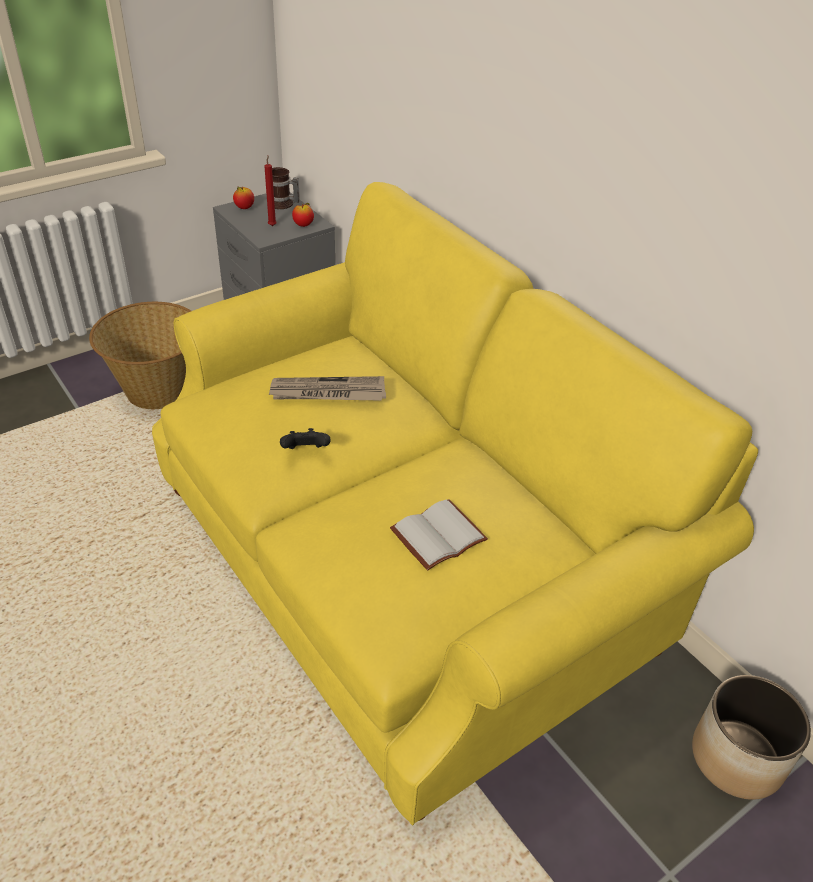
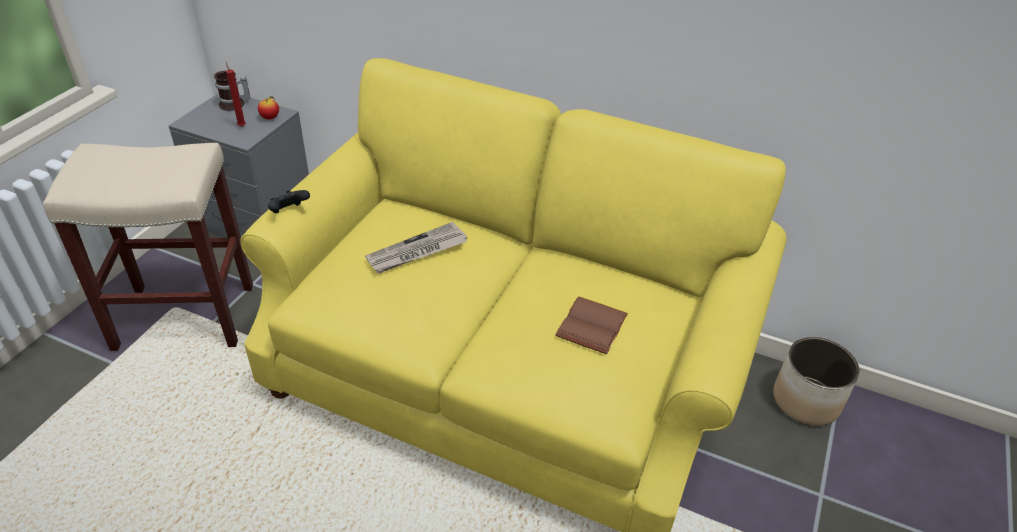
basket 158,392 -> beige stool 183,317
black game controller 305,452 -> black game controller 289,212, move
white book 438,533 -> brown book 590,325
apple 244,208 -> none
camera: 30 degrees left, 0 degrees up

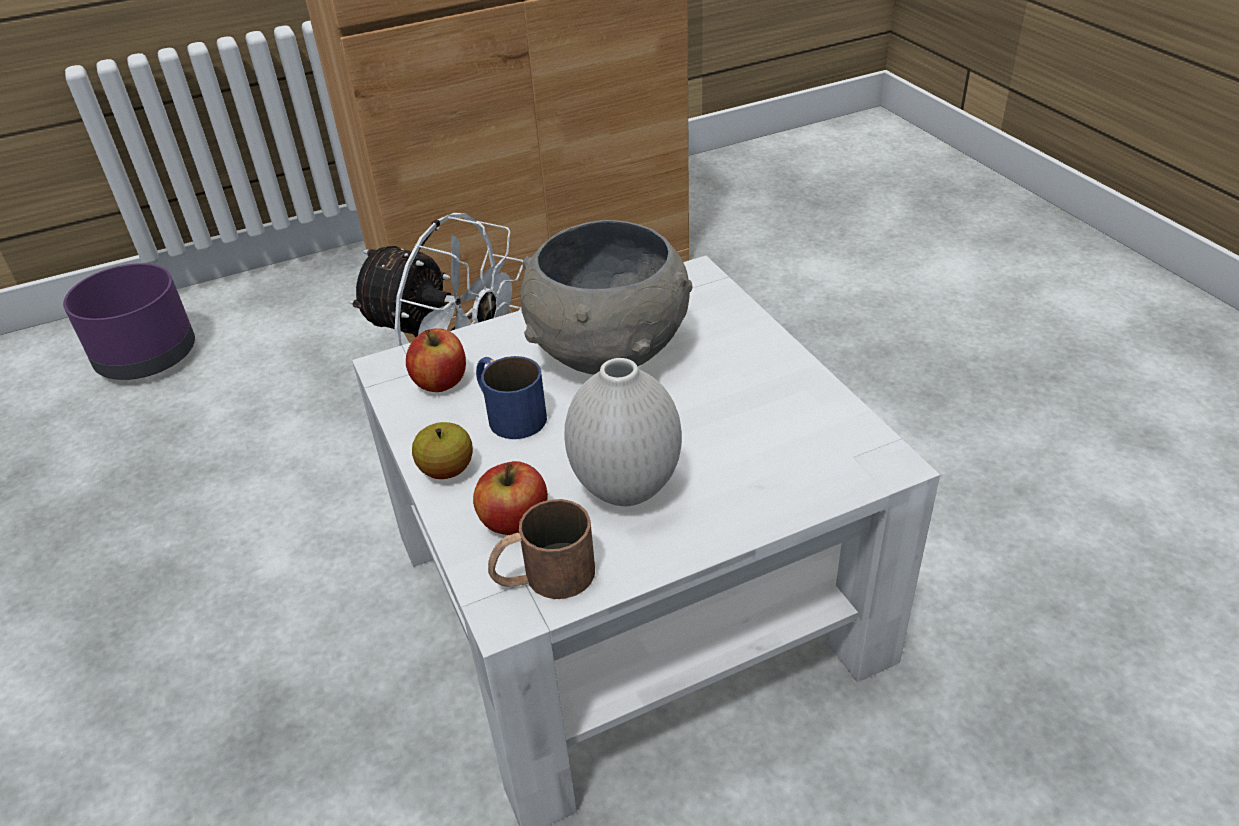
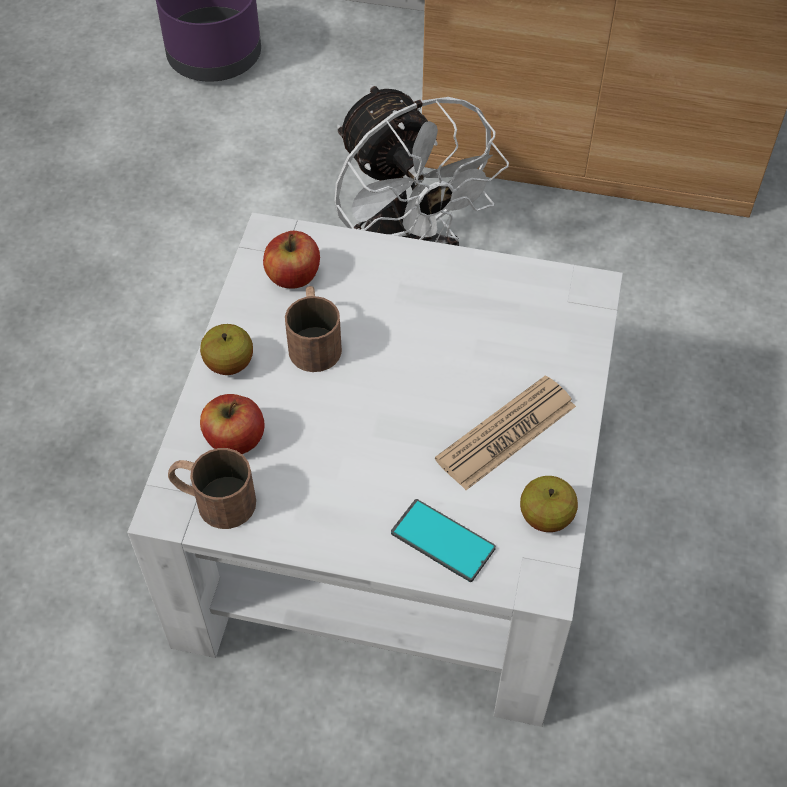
blue mug 508,413 -> brown mug 314,339
none -> phone 442,541
none -> newspaper 506,433
none -> apple 546,517
grey bowl 608,349 -> none
white vase 628,489 -> none
camera: 35 degrees right, 15 degrees up

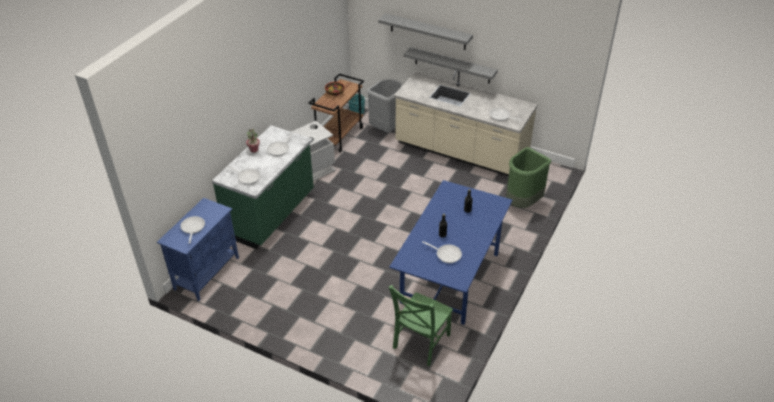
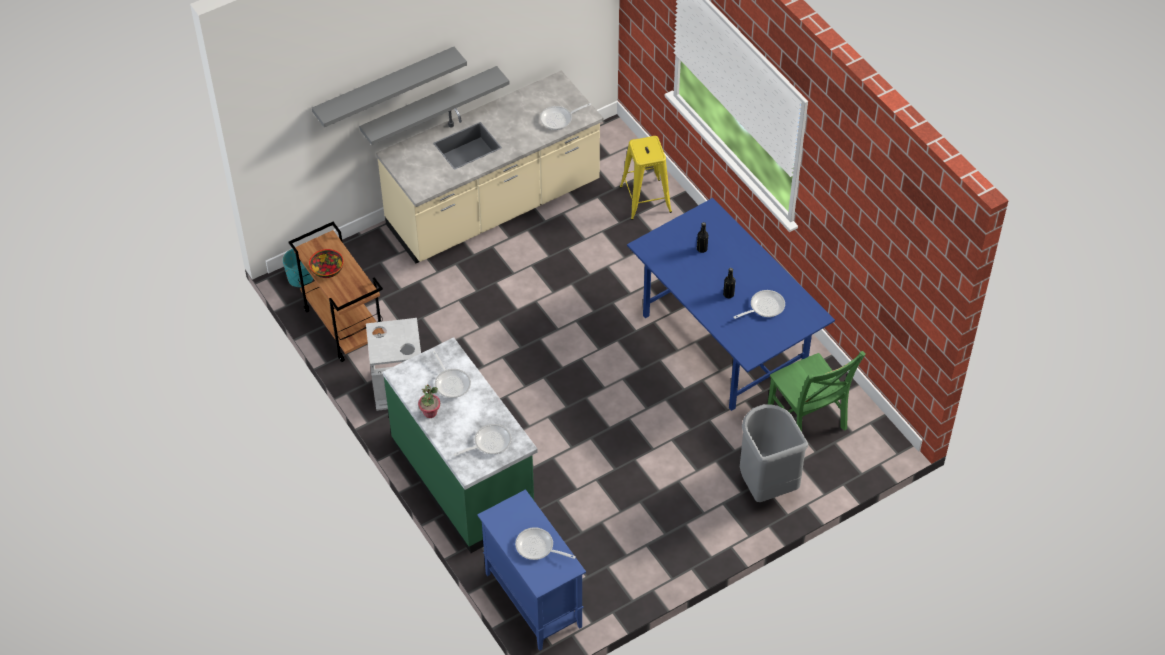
green trash can 522,203 -> yellow stool 645,199
grey trash can 386,128 -> grey trash can 766,485, move
camera: 60 degrees left, 10 degrees up

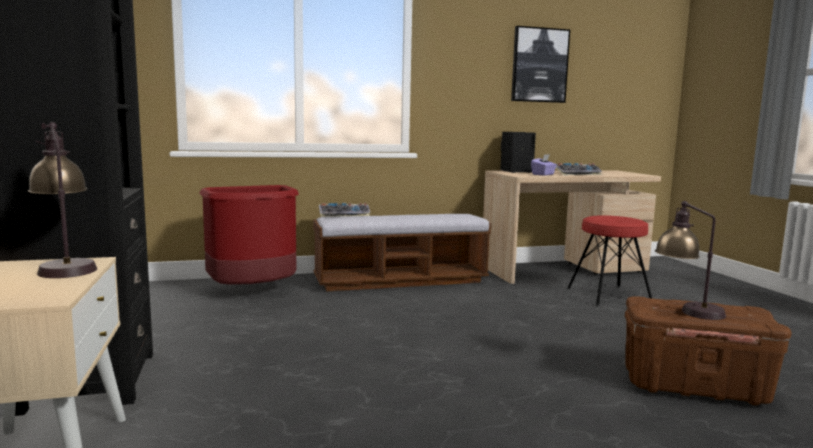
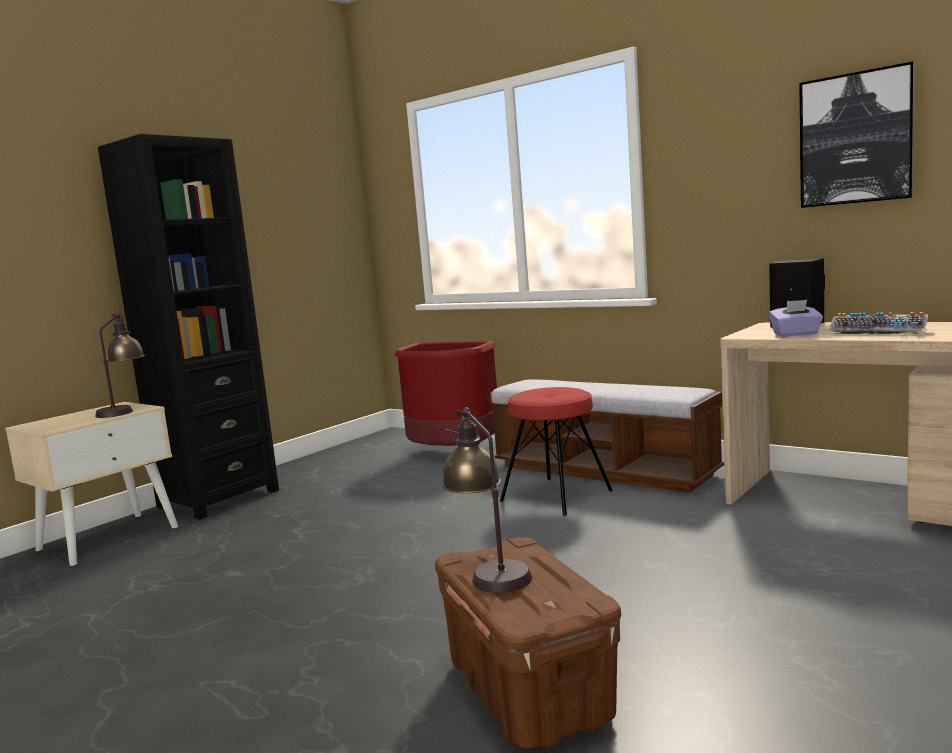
red stool 608,295 -> red stool 556,496, move
keyboard 344,214 -> none
camera: 55 degrees right, 0 degrees up

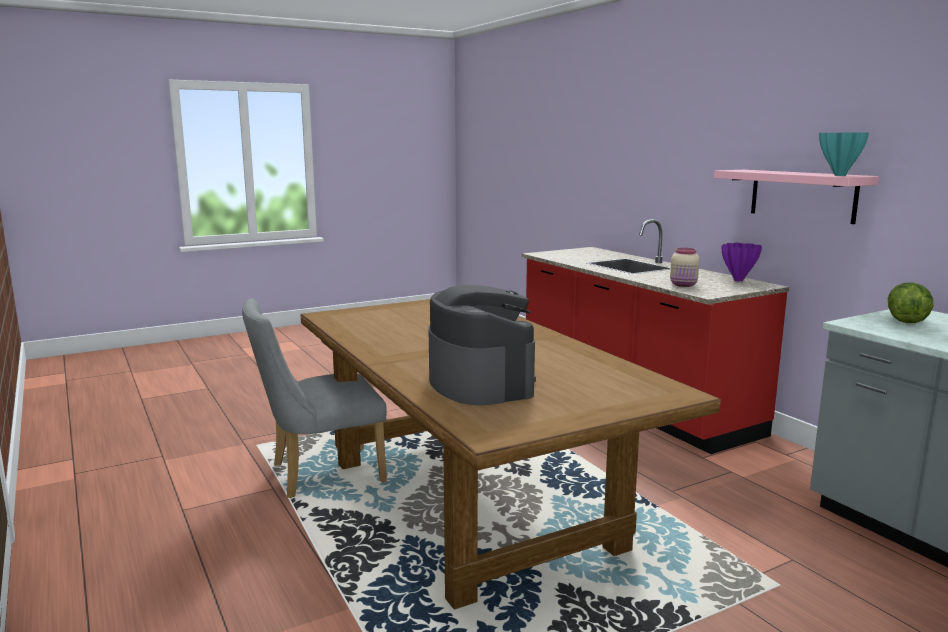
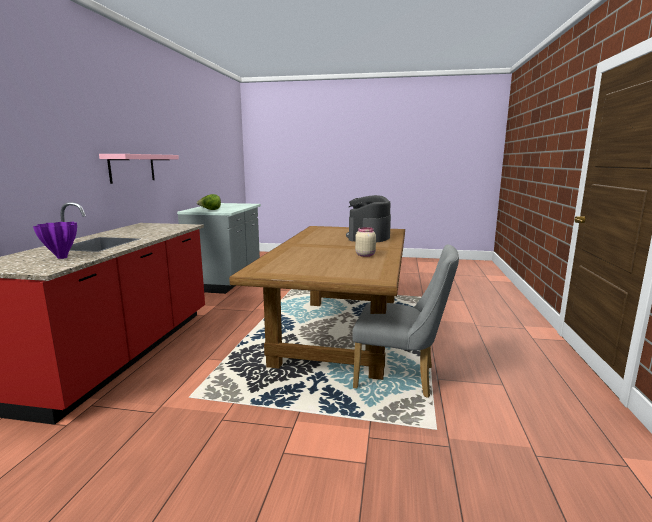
purple vase 739,280 -> purple vase 62,257, move
beige jar 684,285 -> beige jar 365,255, move
turquoise vase 839,175 -> none
camera: 140 degrees left, 0 degrees up

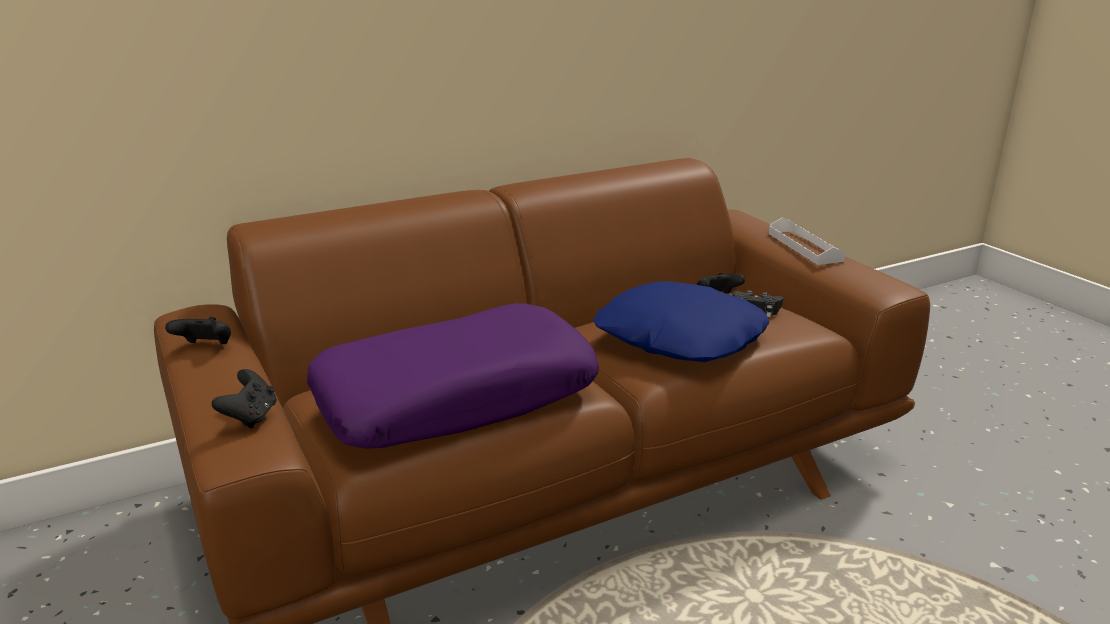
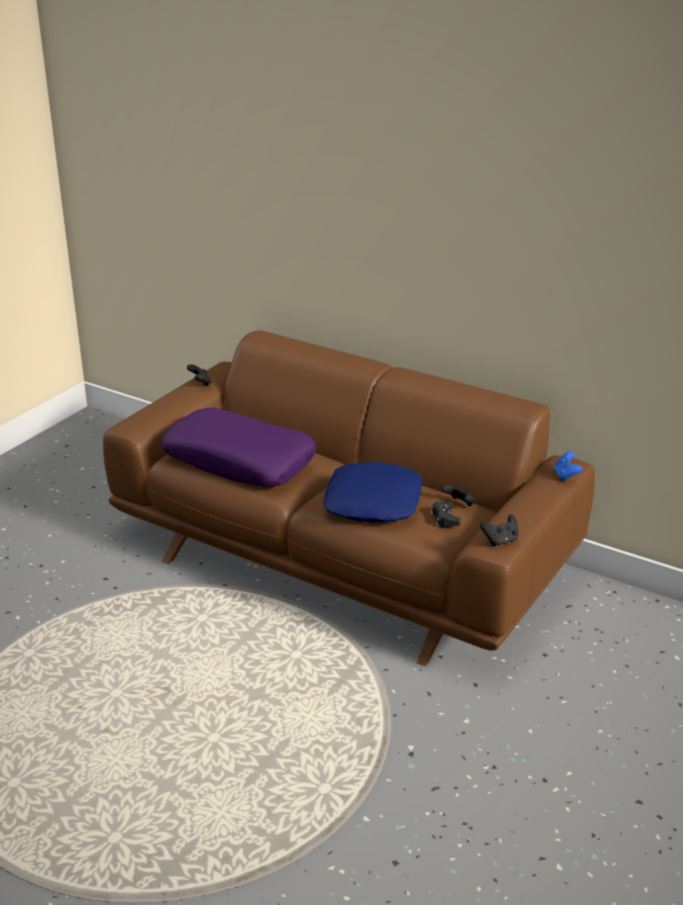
black game controller 250,417 -> black game controller 500,540, move
none -> blue game controller 566,476
white tray 804,247 -> none
camera: 60 degrees right, 5 degrees up

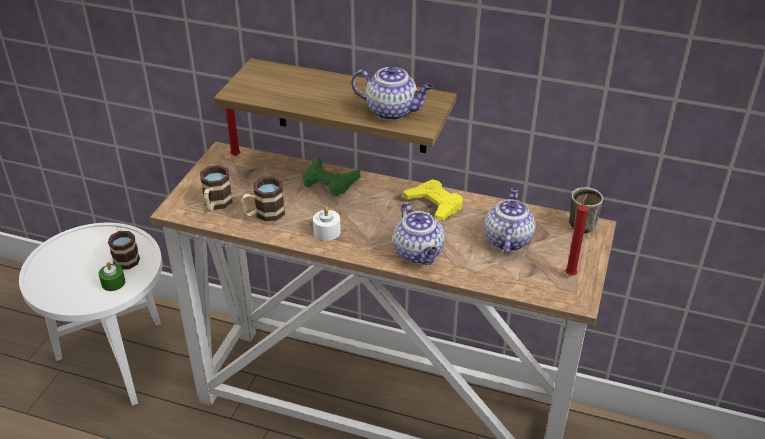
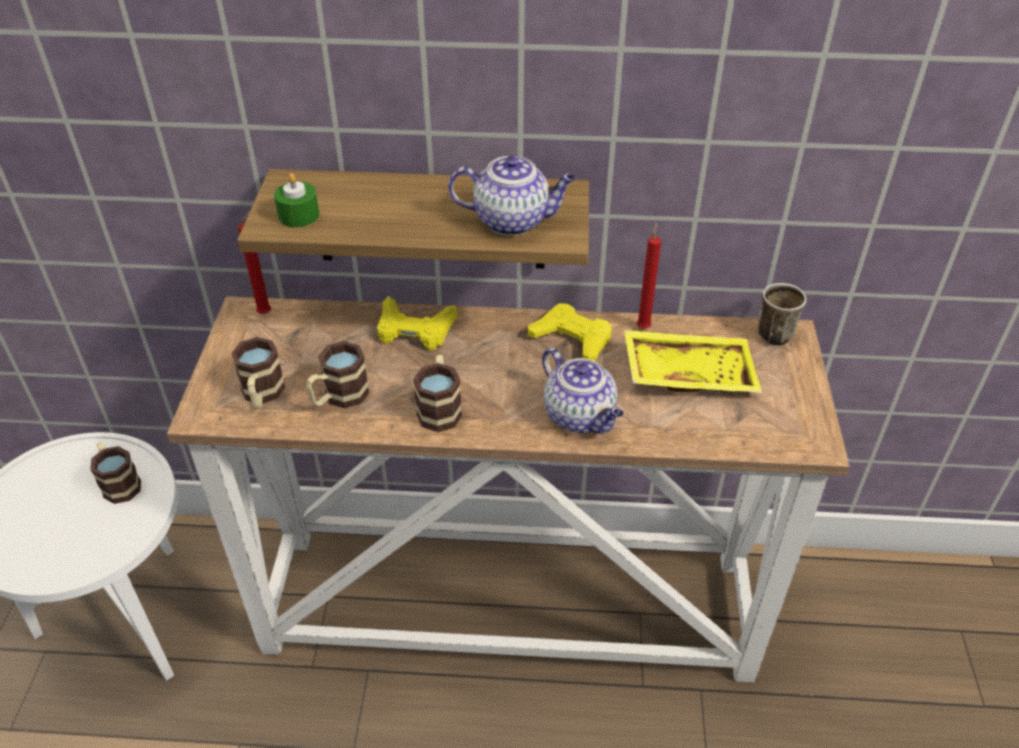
green candle 113,283 -> green candle 299,215, move
green game controller 329,181 -> yellow game controller 414,330
white candle 327,231 -> mug 440,407
teapot 507,239 -> yellow tray 688,373
red candle 571,274 -> red candle 643,326, move
camera: 15 degrees left, 5 degrees up

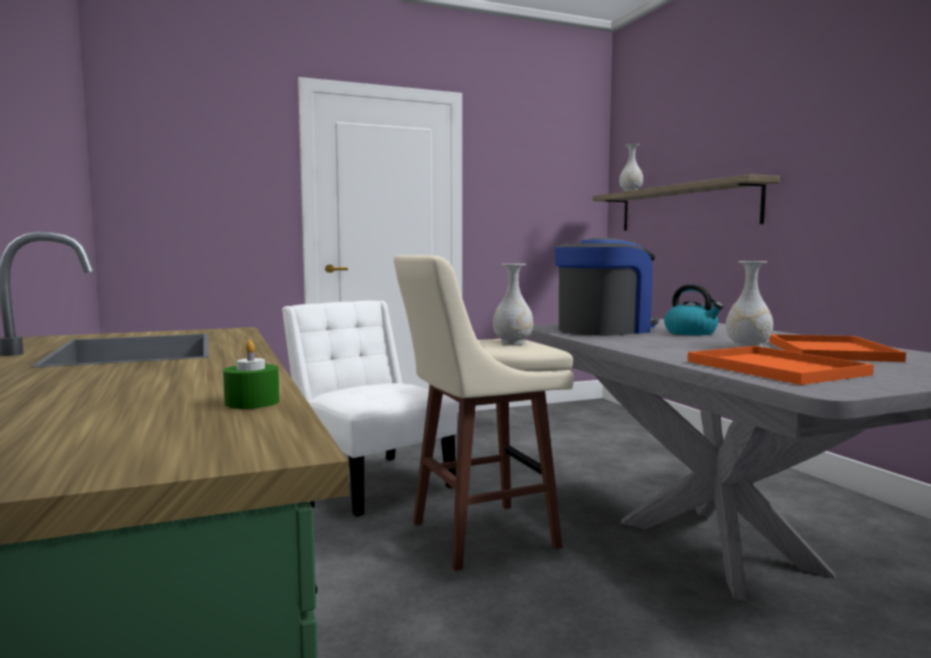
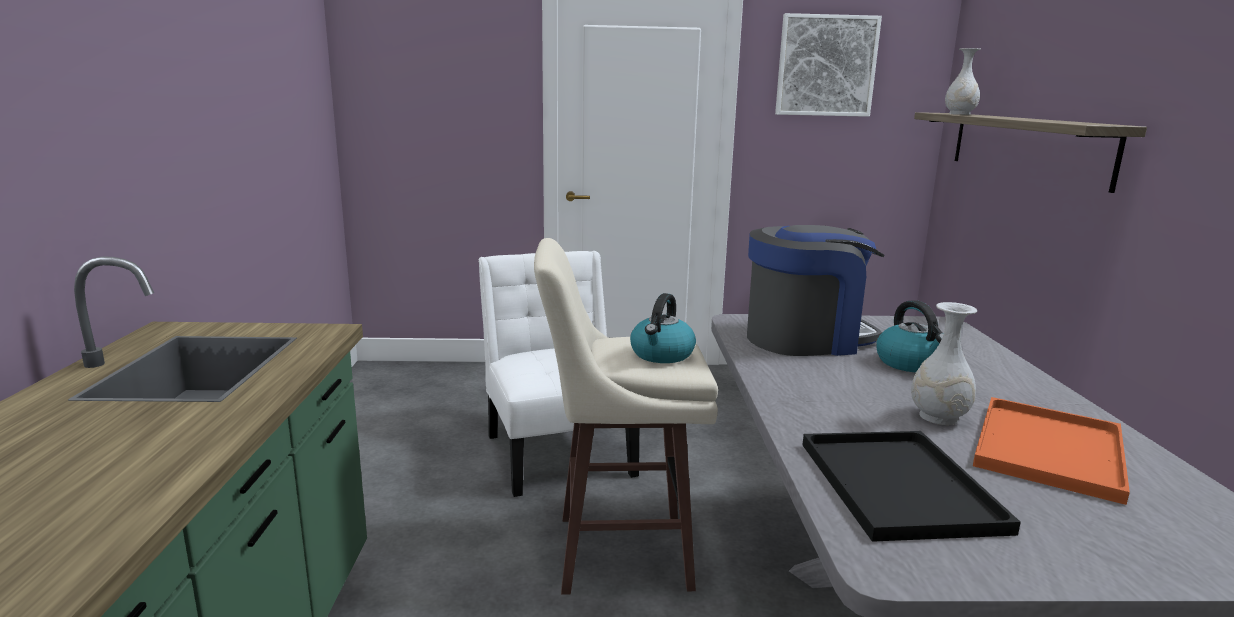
white vase 513,343 -> kettle 662,355
none -> picture 826,66
orange tray 778,368 -> black tray 902,487
green candle 252,402 -> none
camera: 20 degrees right, 10 degrees up

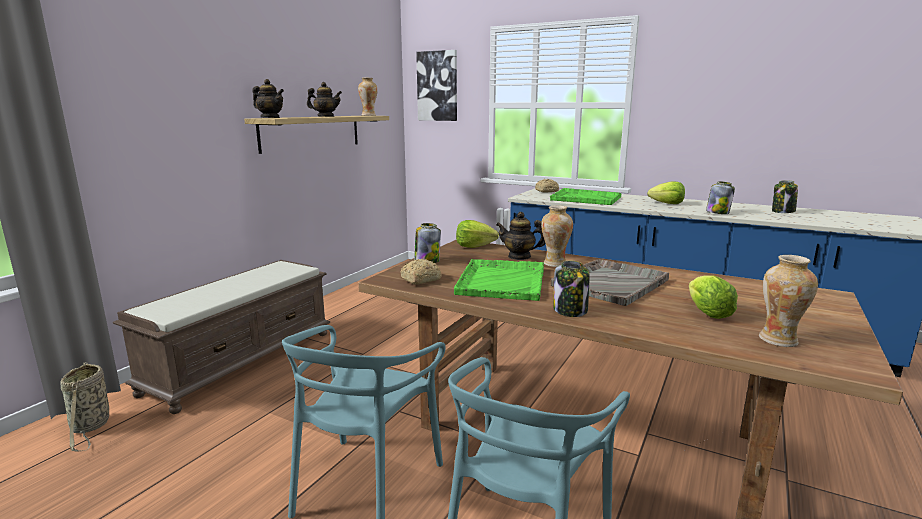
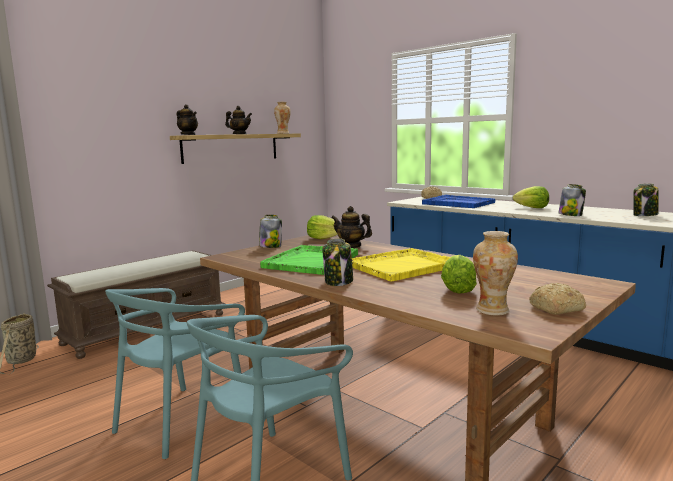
grey tray 611,283 -> yellow tray 403,266
green tray 585,198 -> blue tray 457,203
bread 419,280 -> bread 555,309, move
picture 437,86 -> none
vase 555,264 -> none
camera: 15 degrees right, 5 degrees down

